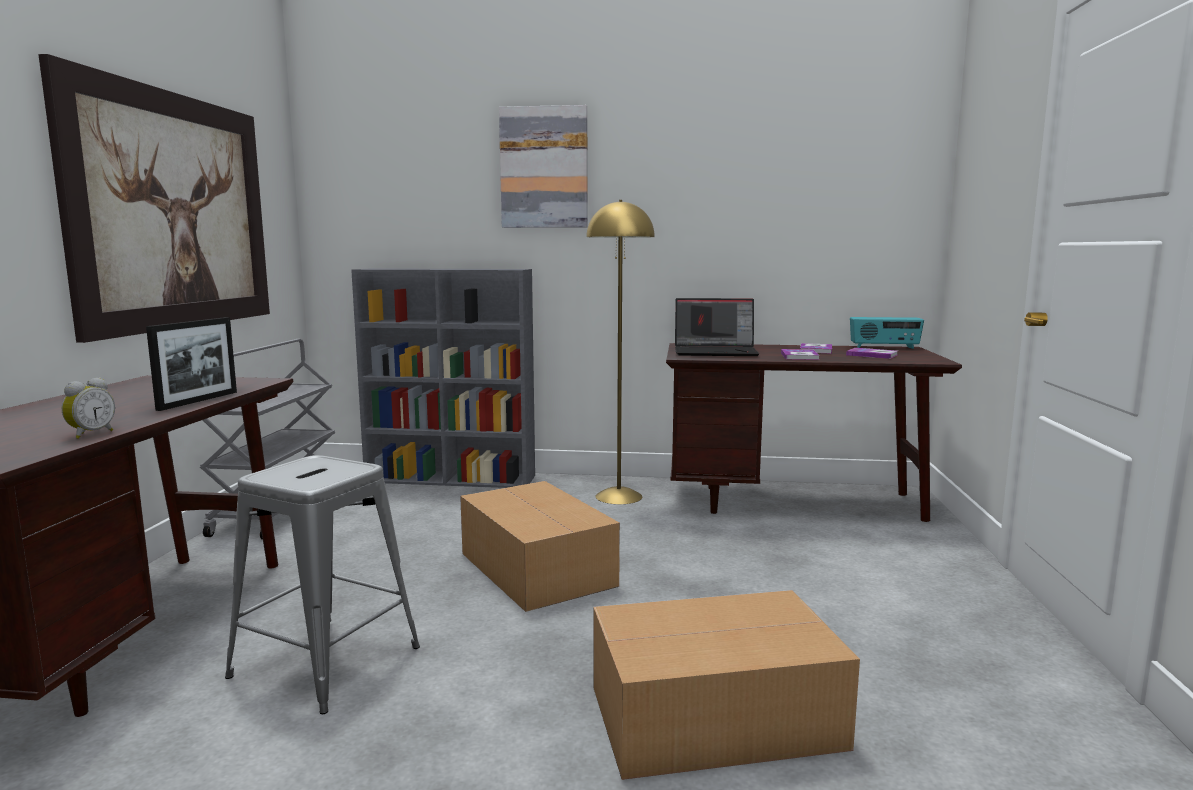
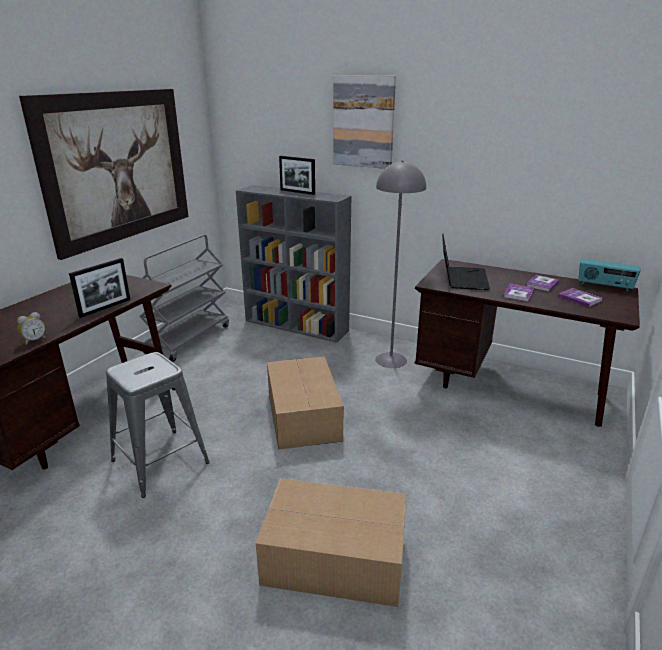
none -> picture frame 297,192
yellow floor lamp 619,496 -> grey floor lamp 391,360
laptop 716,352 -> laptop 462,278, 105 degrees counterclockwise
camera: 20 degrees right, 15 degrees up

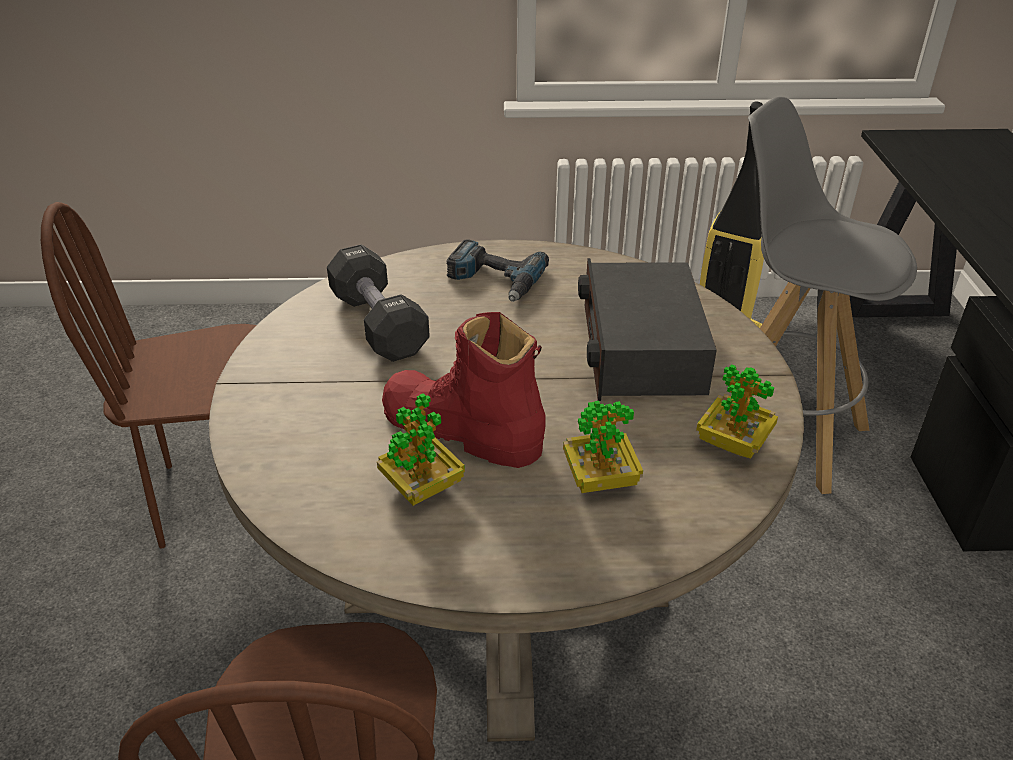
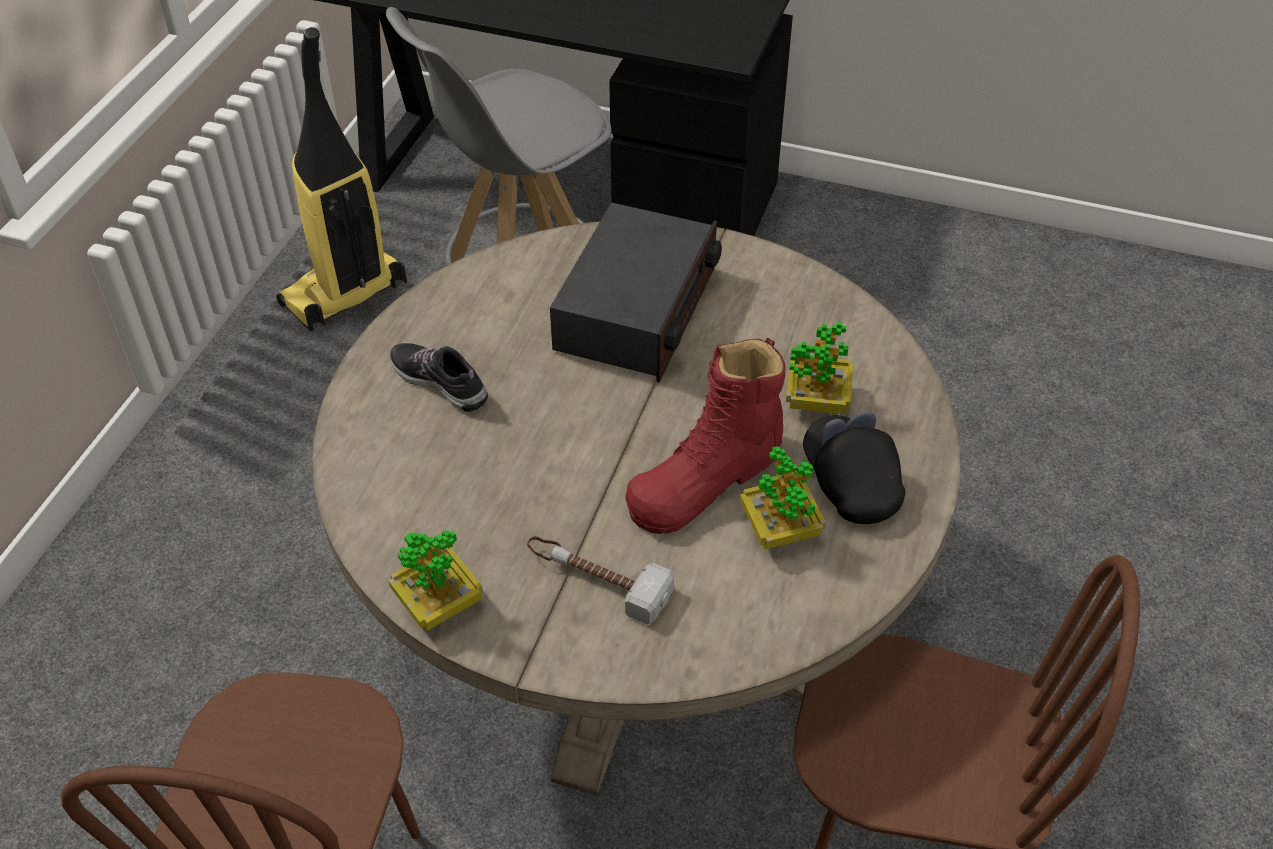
potted plant 733,443 -> potted plant 439,604, move
power drill 494,280 -> shoe 440,382
none -> hammer 596,579
radio 640,349 -> radio 637,310, 90 degrees counterclockwise
none -> black cap 850,482
black dumbbell 378,324 -> none
camera: 70 degrees left, 10 degrees up

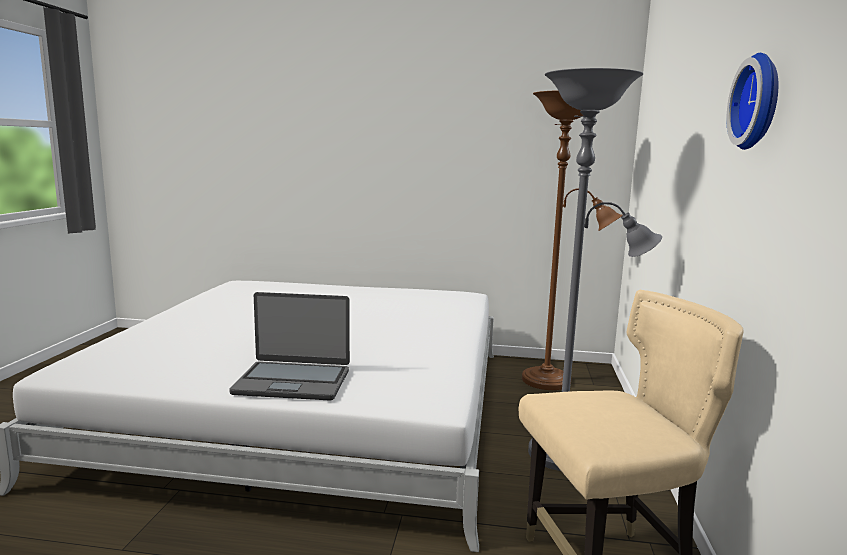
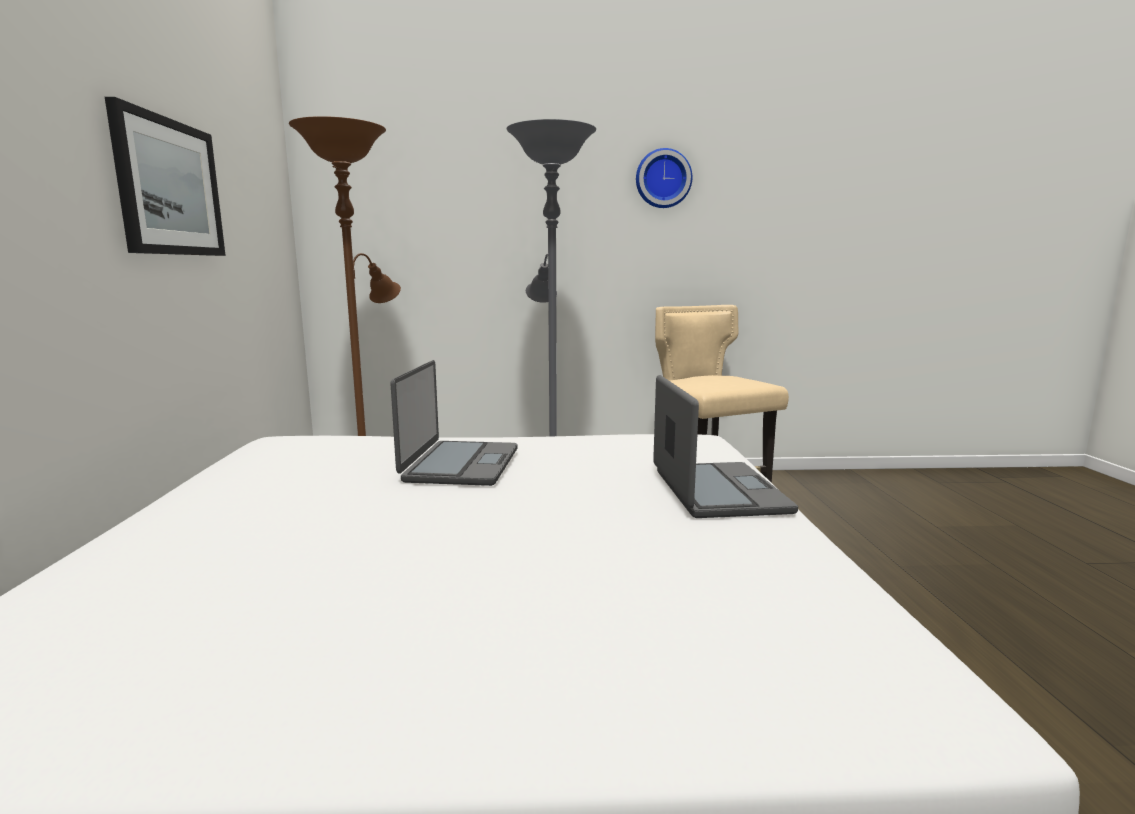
none -> picture 169,187
none -> laptop 460,465
camera: 100 degrees left, 0 degrees up

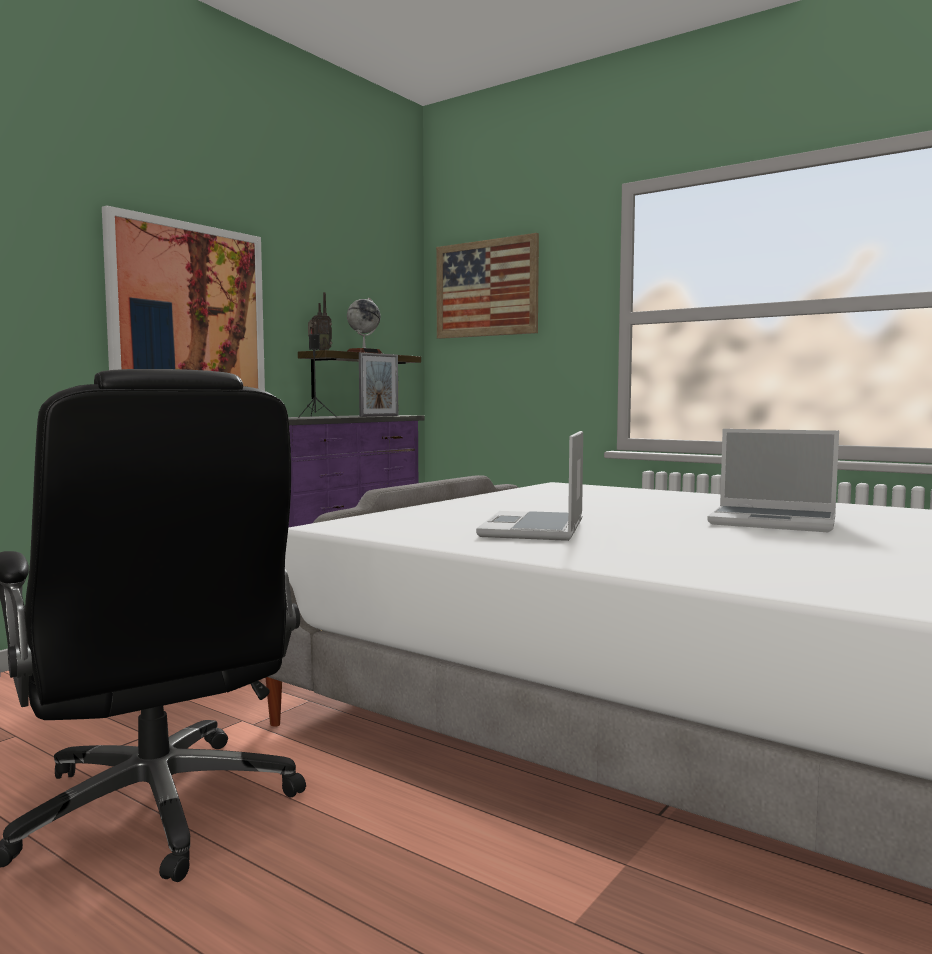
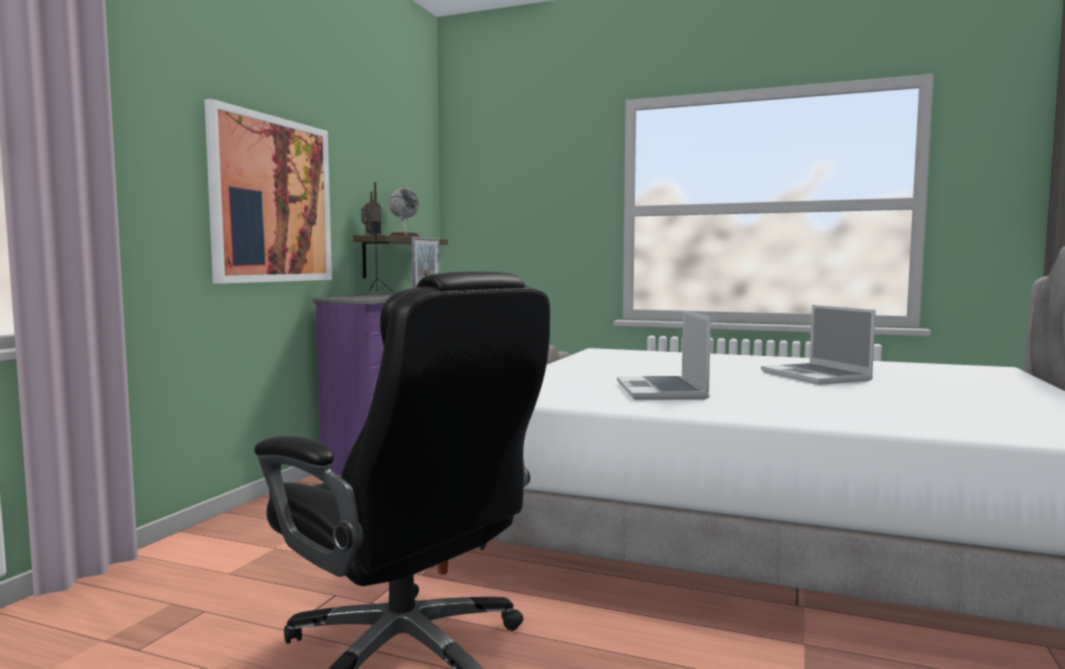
laptop 774,522 -> laptop 817,376, 60 degrees clockwise
picture 486,288 -> none
camera: 15 degrees left, 0 degrees up

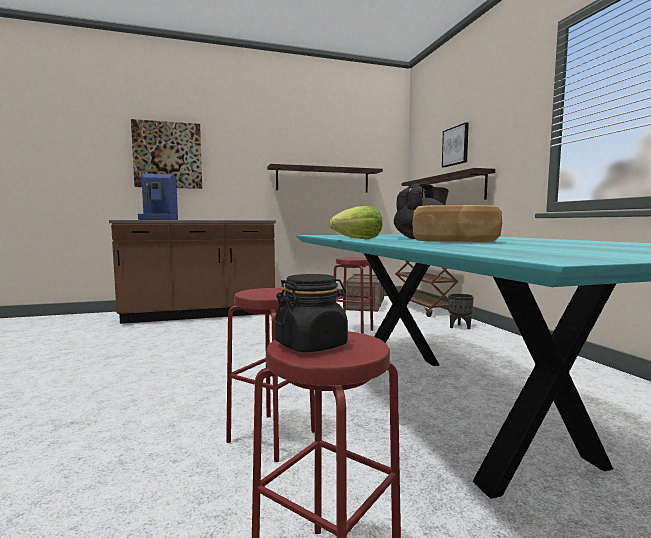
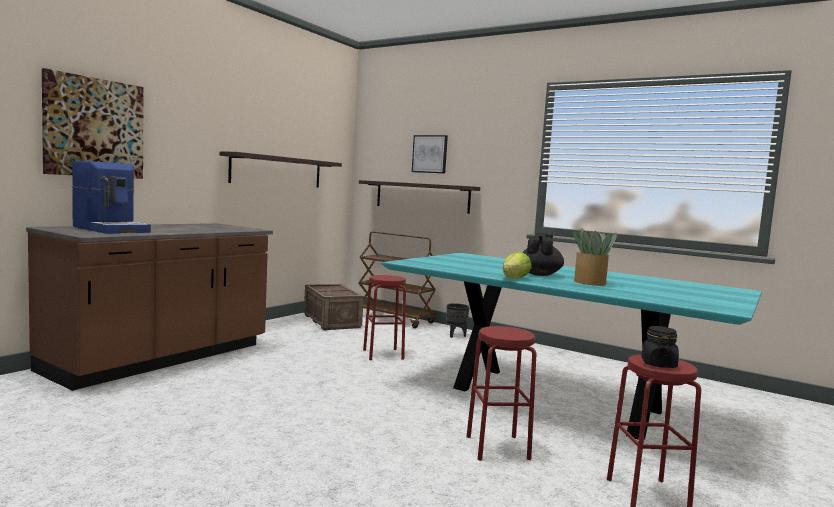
bread 454,241 -> potted plant 590,283
camera: 40 degrees left, 0 degrees up

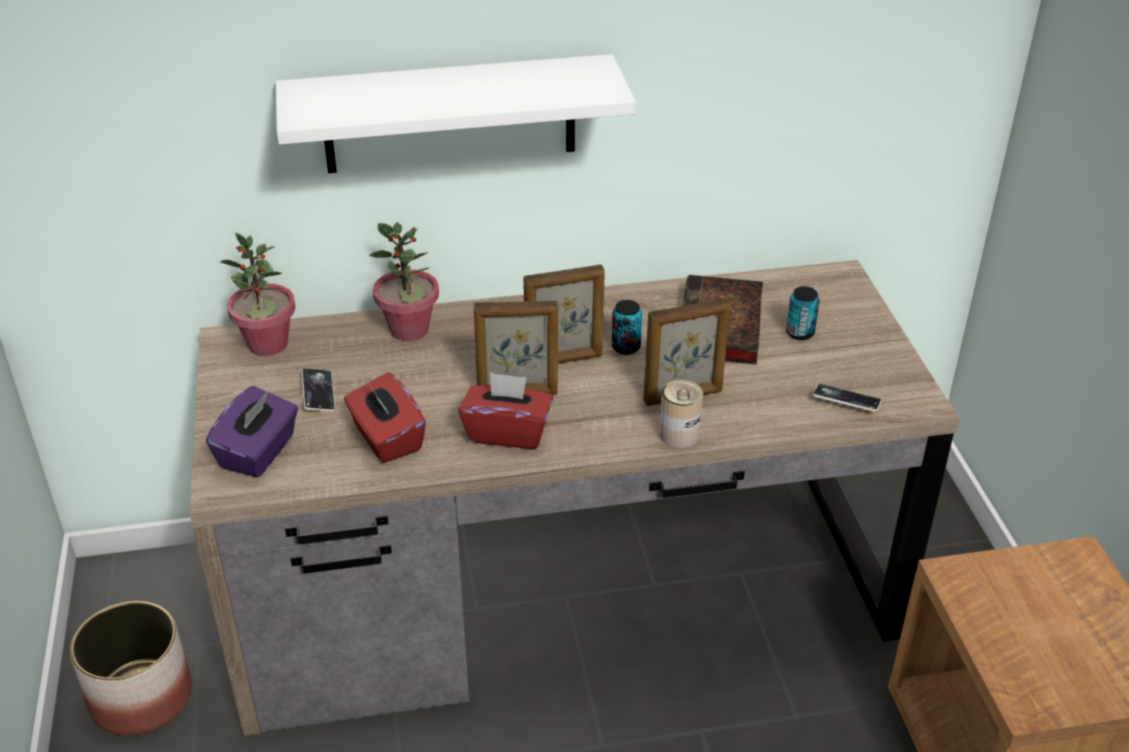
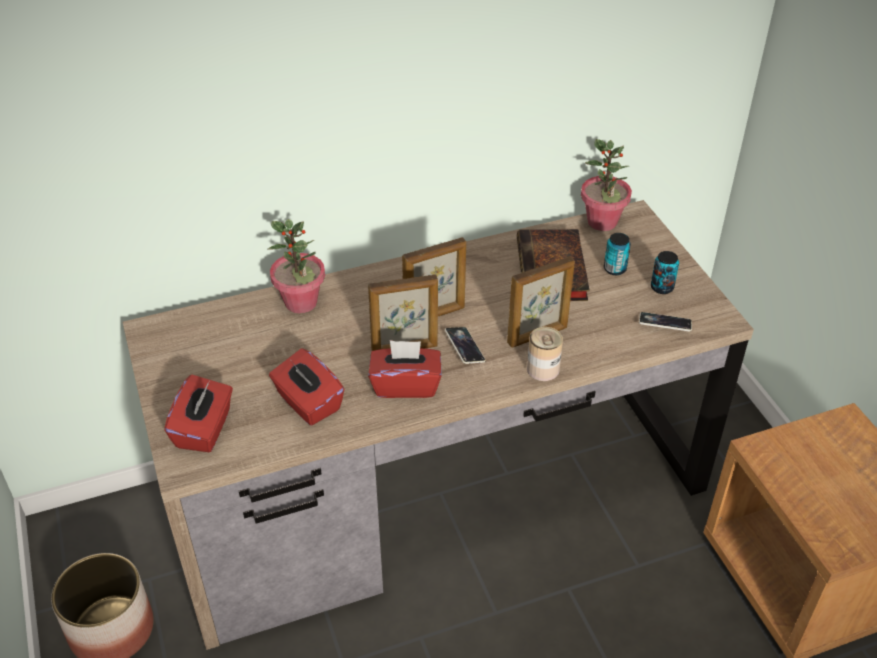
purple tissue box 259,452 -> red tissue box 204,429
phone 318,393 -> phone 464,348, move
potted plant 268,344 -> potted plant 602,222, move
can 626,347 -> can 662,287, move
white shelf 449,114 -> none
camera: 10 degrees left, 5 degrees up

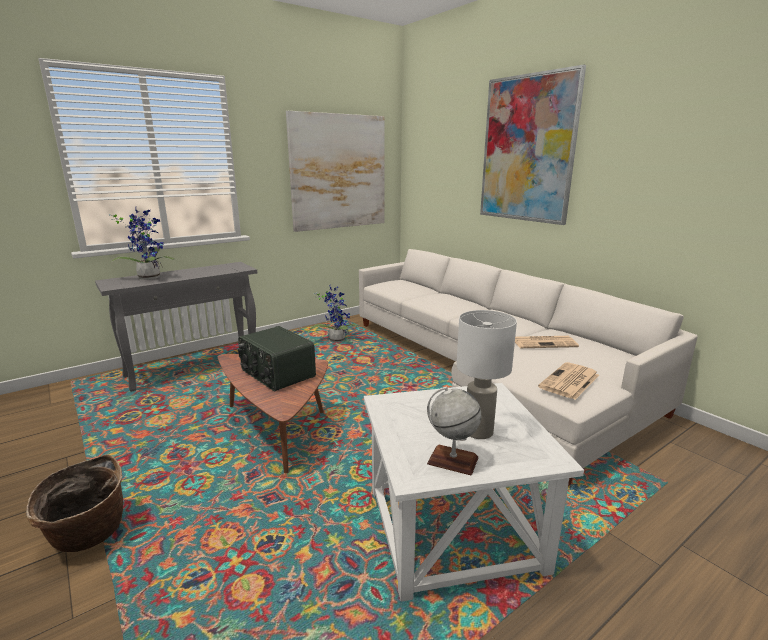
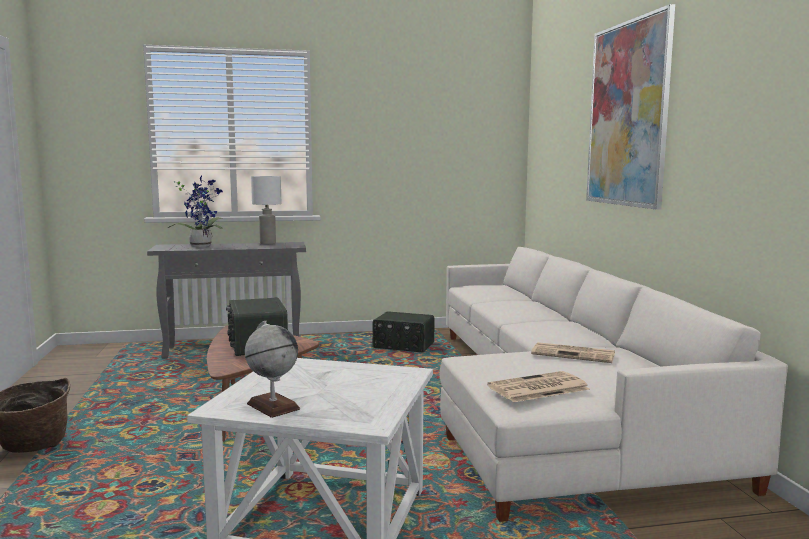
white table lamp 477,431 -> white table lamp 267,243, move
potted plant 336,339 -> radio 403,346
picture 338,172 -> none
camera: 25 degrees right, 10 degrees down

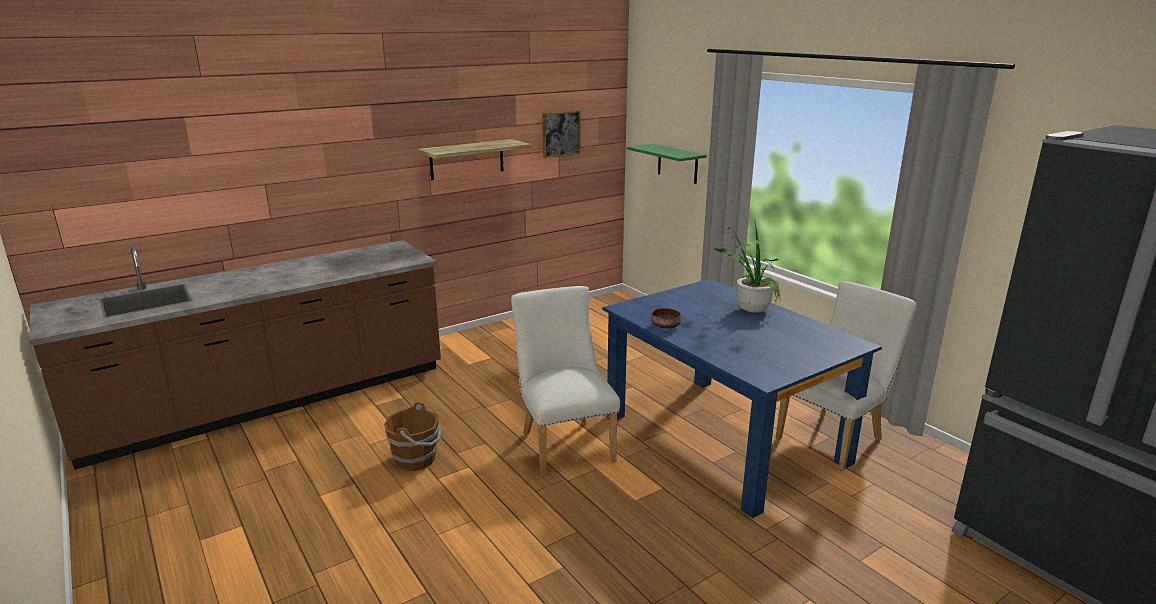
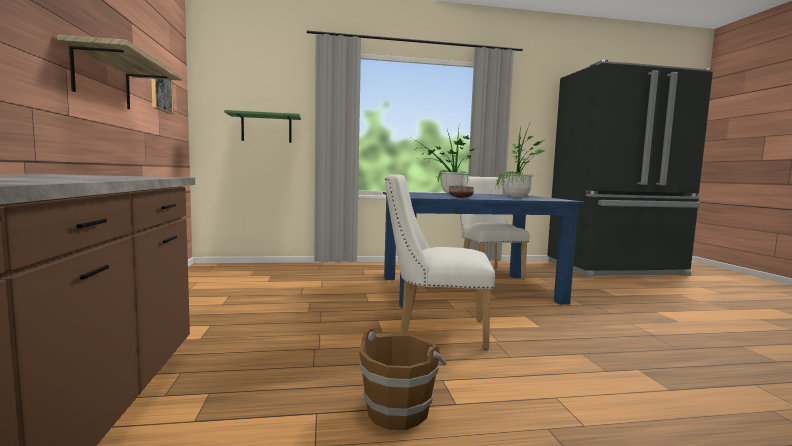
none -> potted plant 517,197
camera: 65 degrees left, 15 degrees down

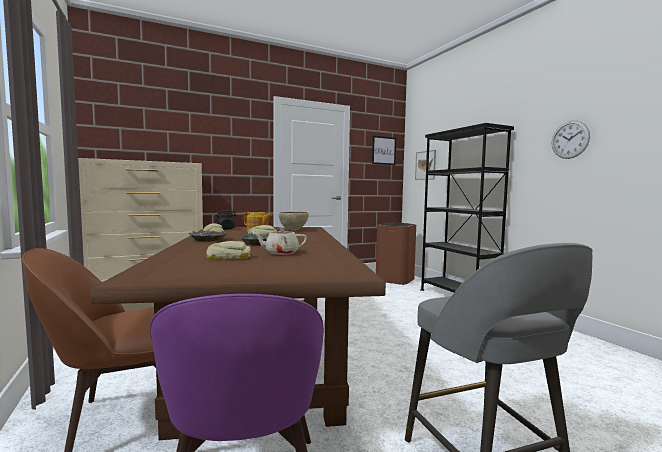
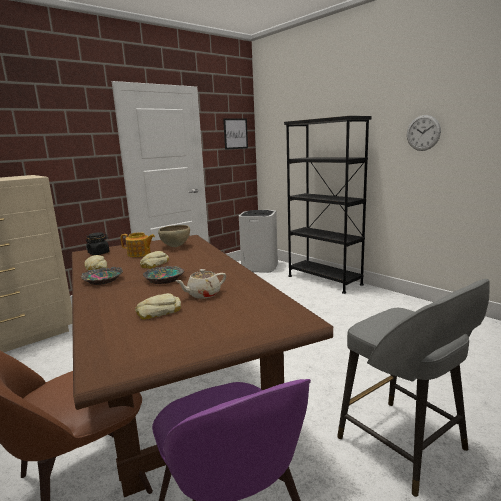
brown trash can 395,279 -> white trash can 260,267
picture 425,165 -> none
camera: 15 degrees left, 10 degrees up

